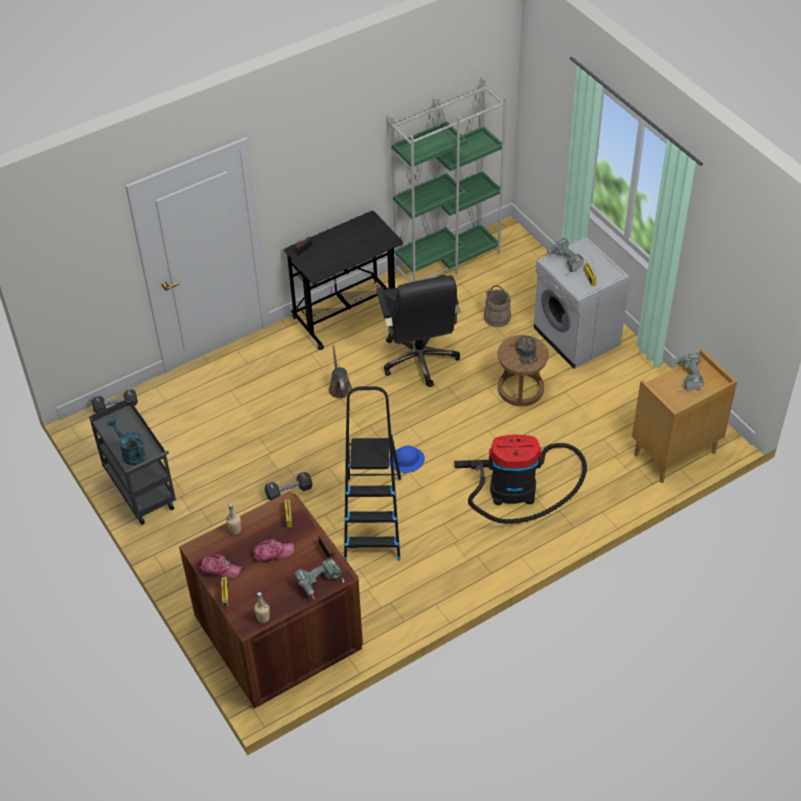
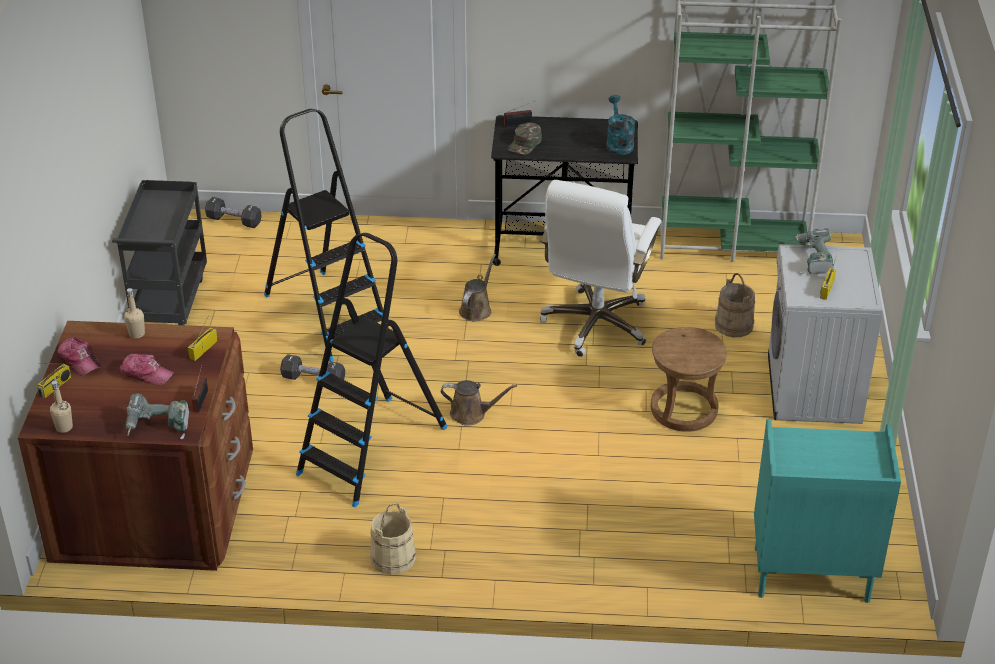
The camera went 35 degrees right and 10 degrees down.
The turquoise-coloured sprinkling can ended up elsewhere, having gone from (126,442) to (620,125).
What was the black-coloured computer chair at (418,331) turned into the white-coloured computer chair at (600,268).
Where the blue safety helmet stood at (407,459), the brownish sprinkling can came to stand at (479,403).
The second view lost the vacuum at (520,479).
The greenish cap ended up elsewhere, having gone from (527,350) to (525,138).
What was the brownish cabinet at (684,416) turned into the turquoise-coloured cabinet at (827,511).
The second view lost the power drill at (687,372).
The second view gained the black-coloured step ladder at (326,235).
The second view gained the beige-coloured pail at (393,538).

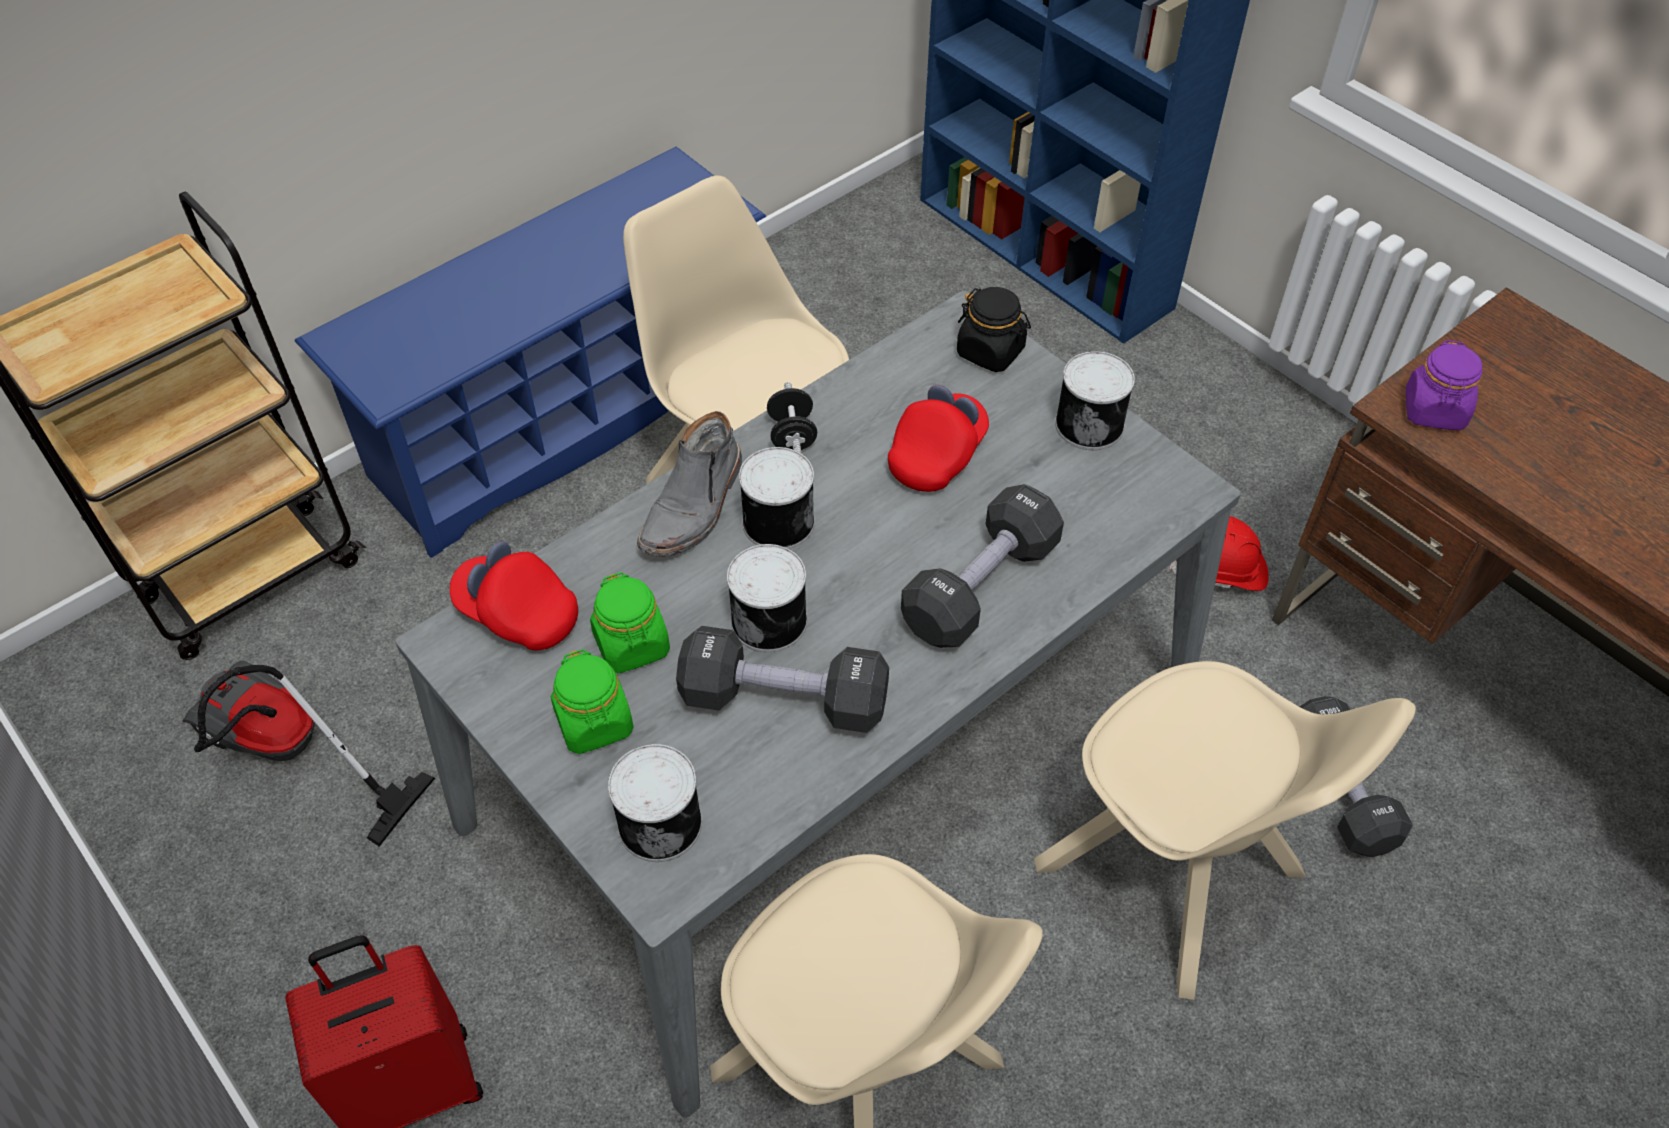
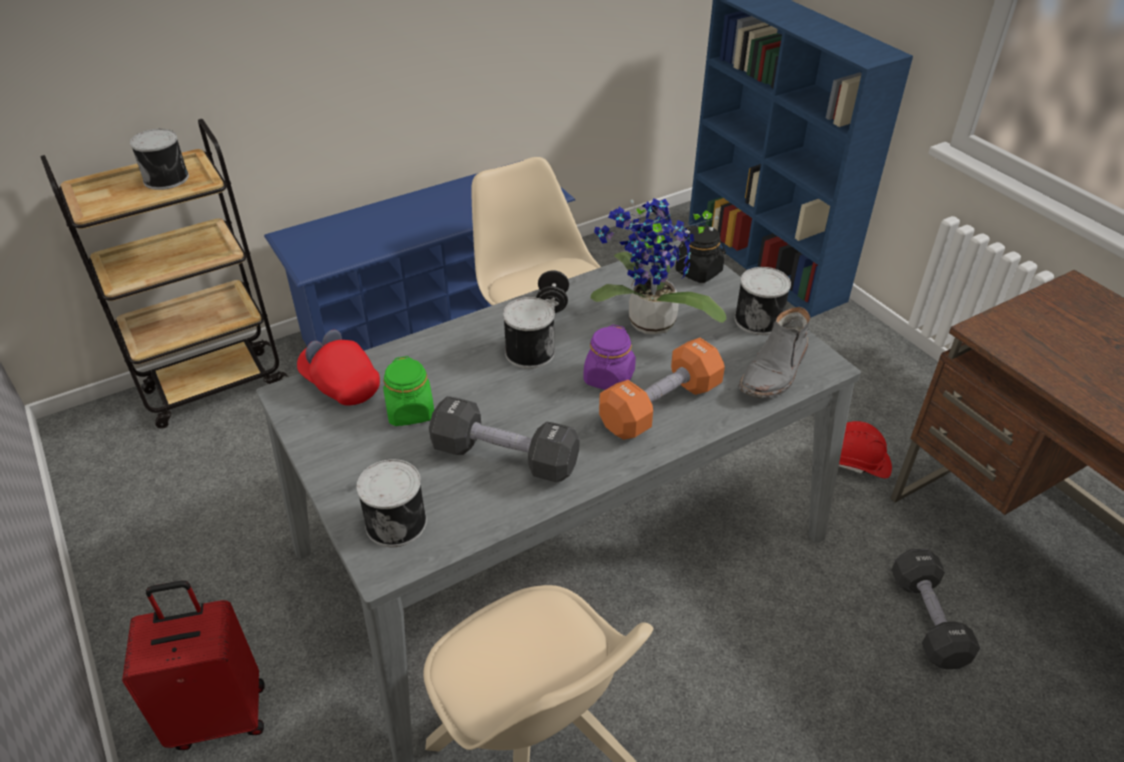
The camera went 10 degrees right and 10 degrees down.
The second view lost the vacuum at (309,754).
The second view lost the greenish storage jar at (592,701).
The grey high-top boot ended up elsewhere, having gone from (689,484) to (774,352).
The can ended up elsewhere, having gone from (767,598) to (159,159).
Where the red cap stood at (938,438), the houseplant came to stand at (658,266).
What was the black-coloured hand weight at (982,566) turned into the orange-coloured hand weight at (662,389).
The second view lost the beige-coloured chair at (1225,830).
The purple storage jar ended up elsewhere, having gone from (1444,385) to (609,357).

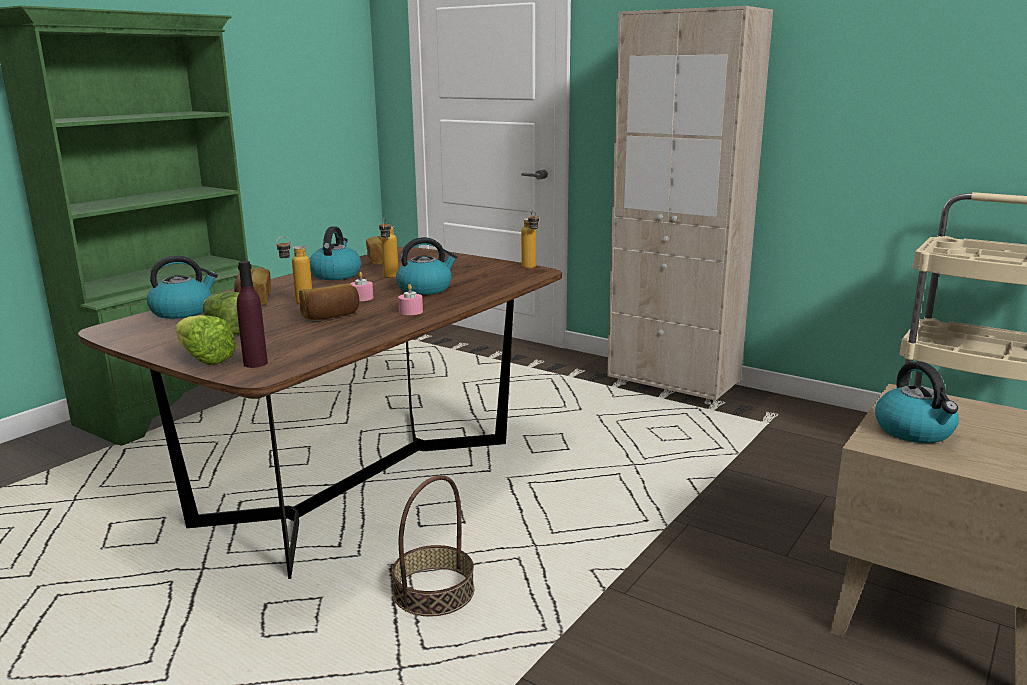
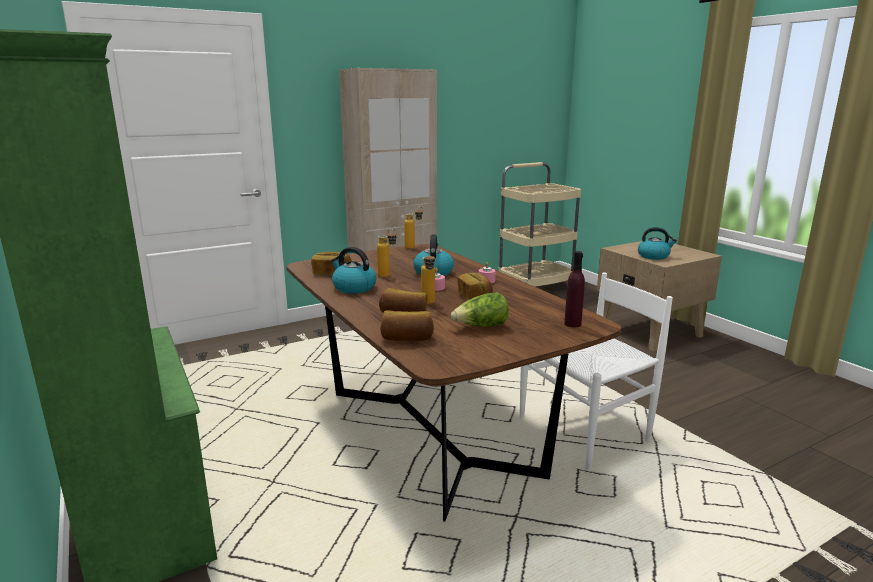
The camera went 65 degrees left and 0 degrees up.
Where the tea kettle stood at (182,287), the bread came to stand at (407,325).
The second view lost the head of lettuce at (205,340).
Where the storage basket stood at (433,546), the white-coloured chair came to stand at (596,371).

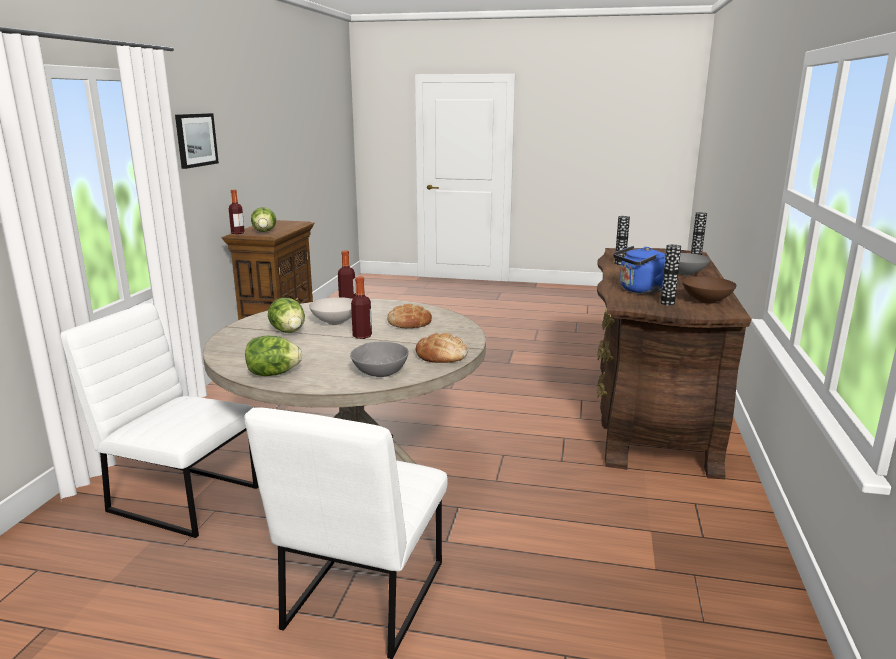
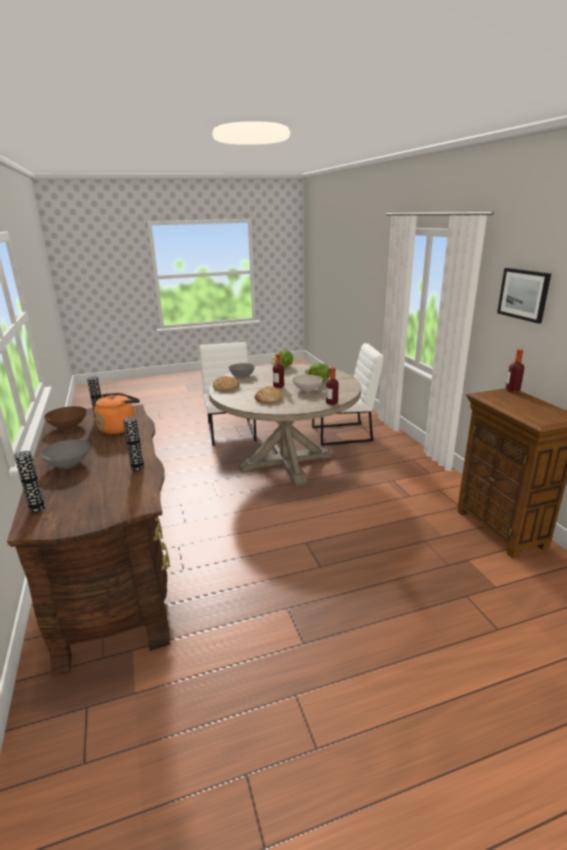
The camera went 150 degrees right and 5 degrees up.
The second view lost the head of lettuce at (263,219).
What was the blue tea kettle at (639,270) turned into the orange-coloured tea kettle at (117,413).

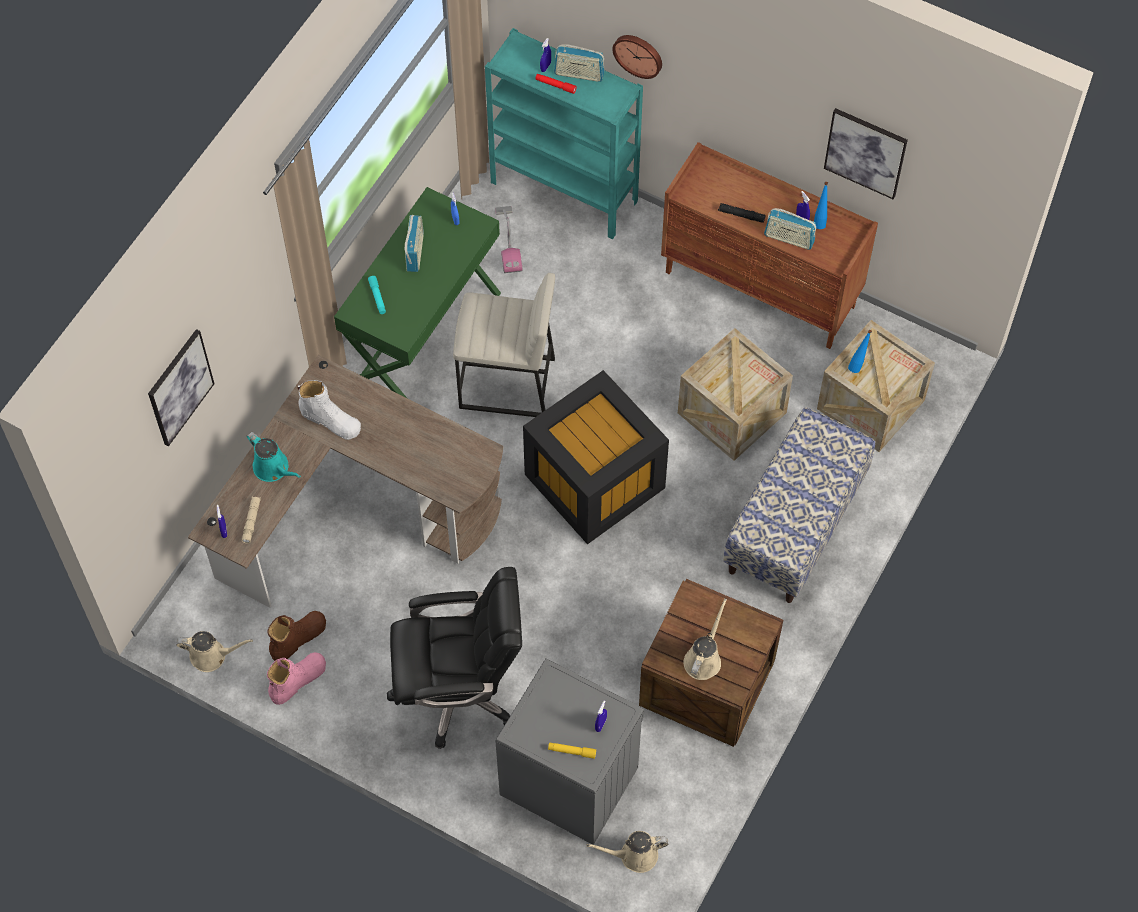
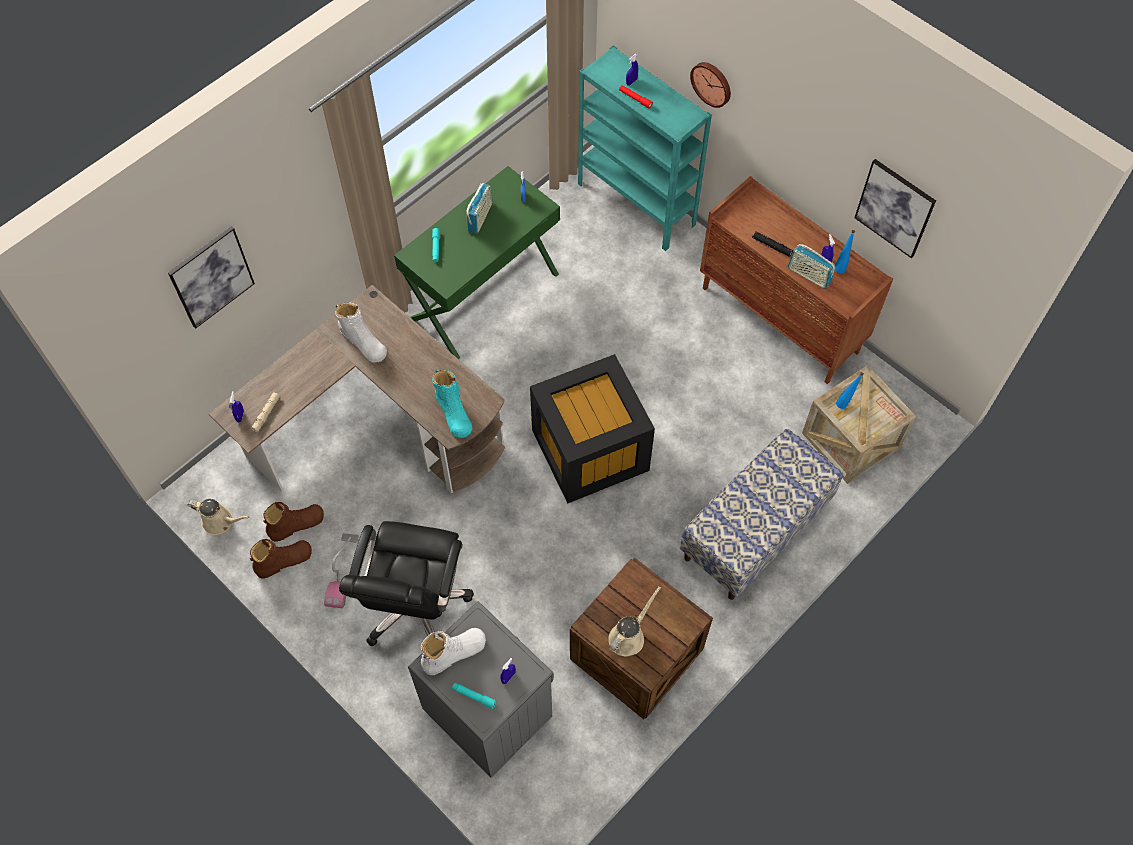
The camera went 15 degrees right and 0 degrees up.
The second view lost the turquoise-coloured sprinkling can at (274,457).
What was the pinkish high-top boot at (296,678) turned into the brownish high-top boot at (281,558).
The black-coloured computer chair at (454,658) ended up facing another way, 90 degrees clockwise from before.
The second view lost the beige-coloured sitting stool at (504,345).
The vacuum ended up elsewhere, having gone from (508,239) to (341,570).
What was the yellowish flashlight at (572,750) turned into the turquoise-coloured flashlight at (474,696).
The second view lost the radio receiver at (579,63).
The second view lost the beige-coloured sprinkling can at (627,852).
The second view lost the packing crate at (735,394).
The second view gained the white-coloured high-top boot at (453,651).
The second view gained the turquoise-coloured high-top boot at (452,404).

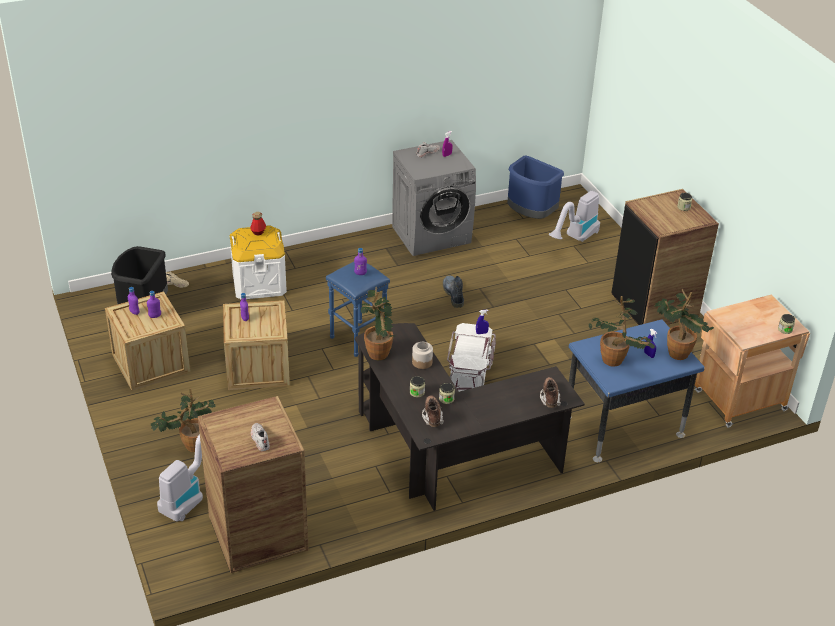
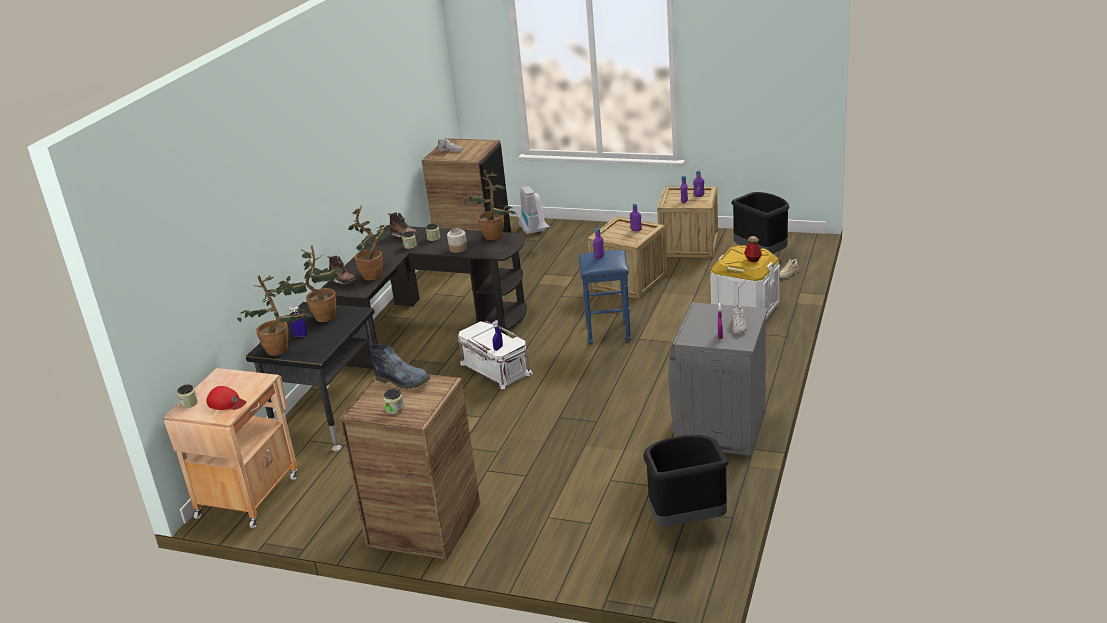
The camera went 135 degrees right and 10 degrees down.
The houseplant ended up elsewhere, having gone from (183,420) to (369,242).
The high-top boot ended up elsewhere, having gone from (453,292) to (401,366).
What was the blue rubbish bin at (535,187) turned into the black-coloured rubbish bin at (686,481).
The second view lost the vacuum at (574,216).
What was the blue desk unit at (637,390) turned into the black-coloured desk unit at (310,376).
The second view gained the red cap at (226,398).

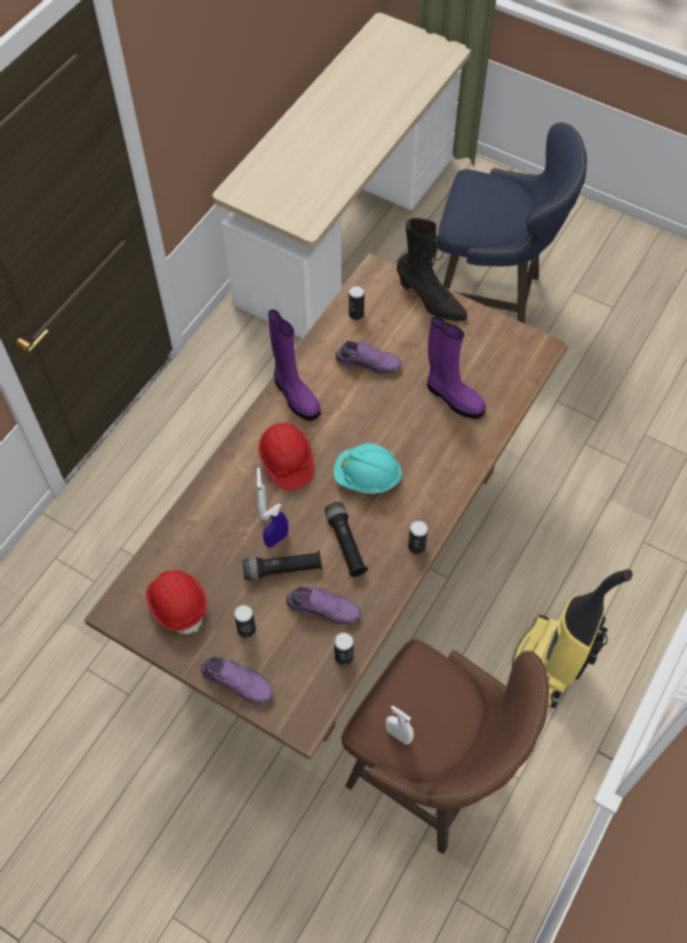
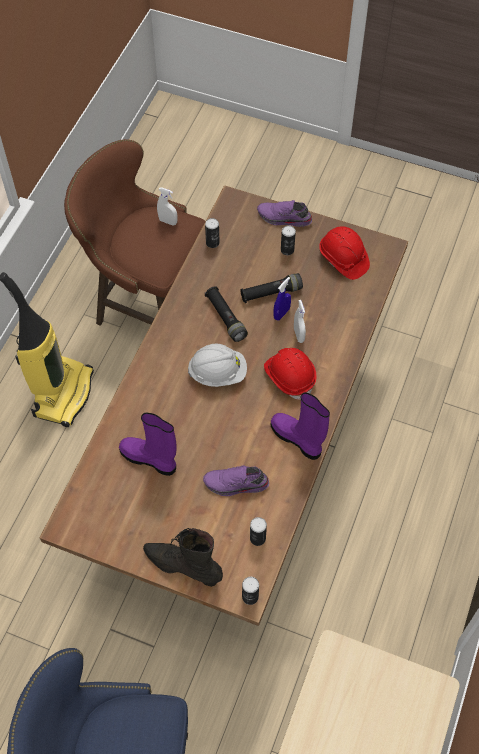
The camera went 170 degrees right and 0 degrees up.
The second view lost the purple low shoe at (323,606).
What was the turquoise-coloured safety helmet at (368,468) turned into the white-coloured safety helmet at (217,365).
The can ended up elsewhere, having gone from (418,537) to (250,591).

